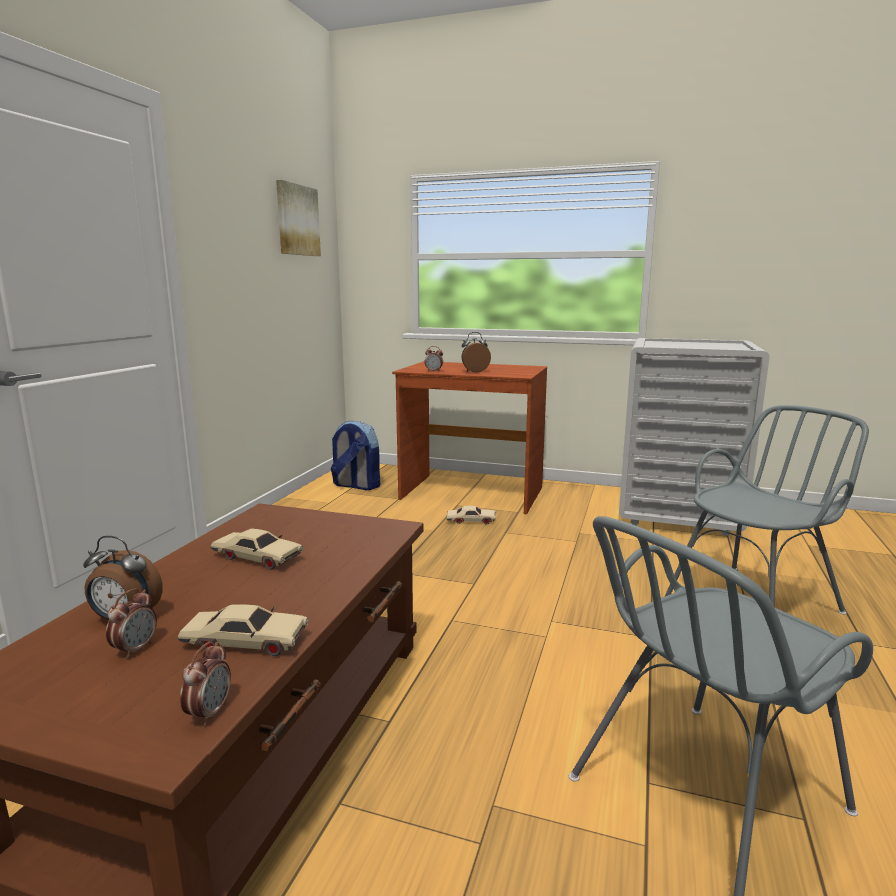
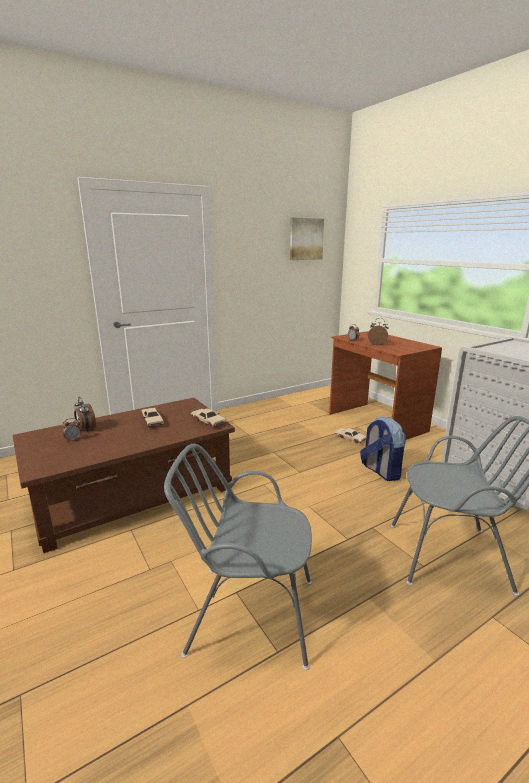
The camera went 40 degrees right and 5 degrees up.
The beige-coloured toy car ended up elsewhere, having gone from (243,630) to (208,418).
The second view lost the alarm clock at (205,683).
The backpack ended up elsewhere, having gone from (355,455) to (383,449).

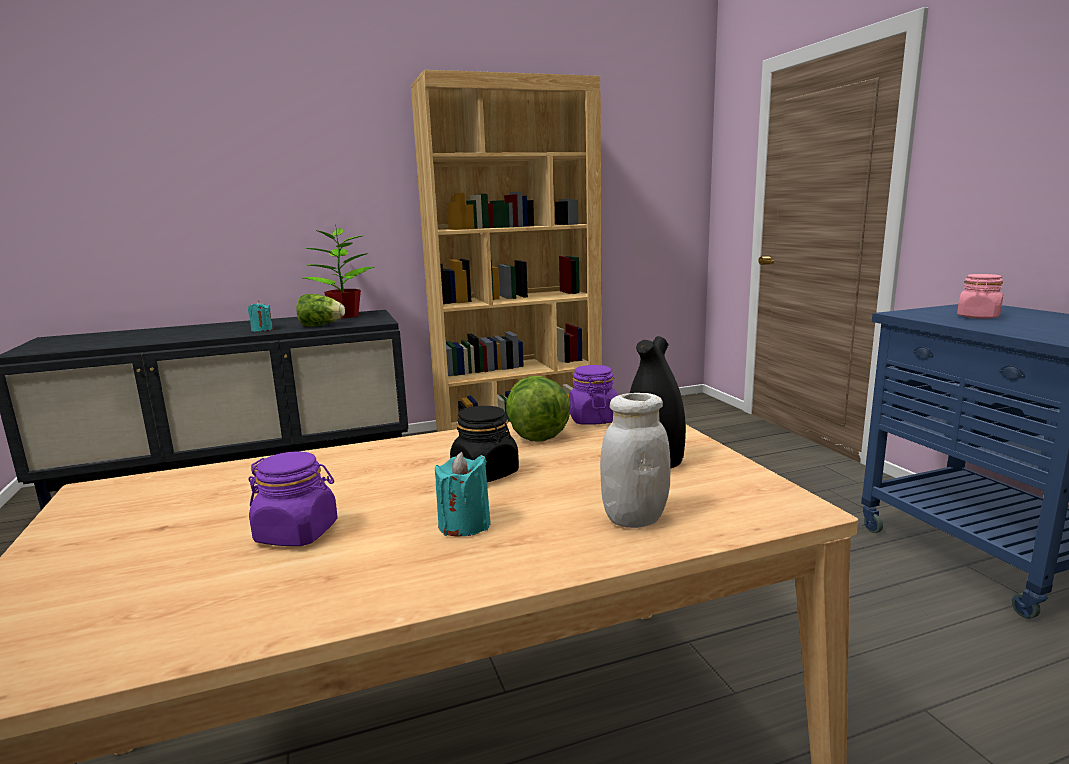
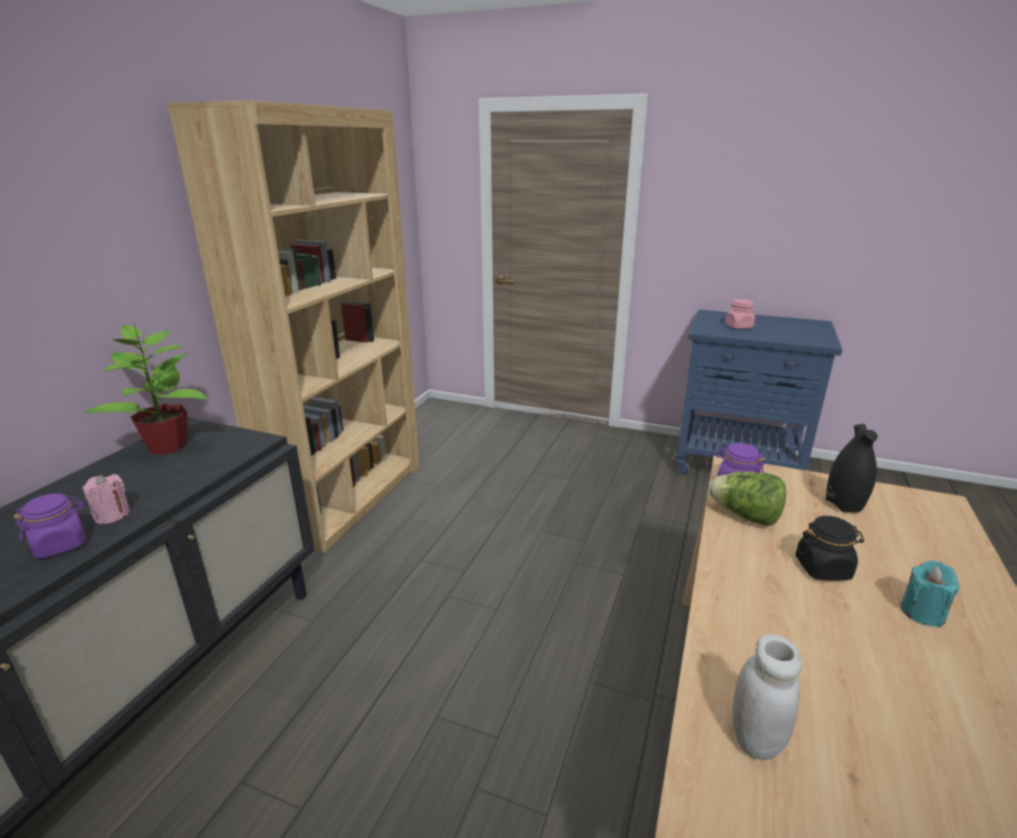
The camera went 50 degrees left and 10 degrees up.
What was the turquoise-coloured candle at (260,316) turned into the pinkish candle at (106,499).
The purple storage jar ended up elsewhere, having gone from (293,498) to (50,526).
The second view lost the head of lettuce at (320,310).
The white-coloured storage jar ended up elsewhere, having gone from (635,460) to (767,697).

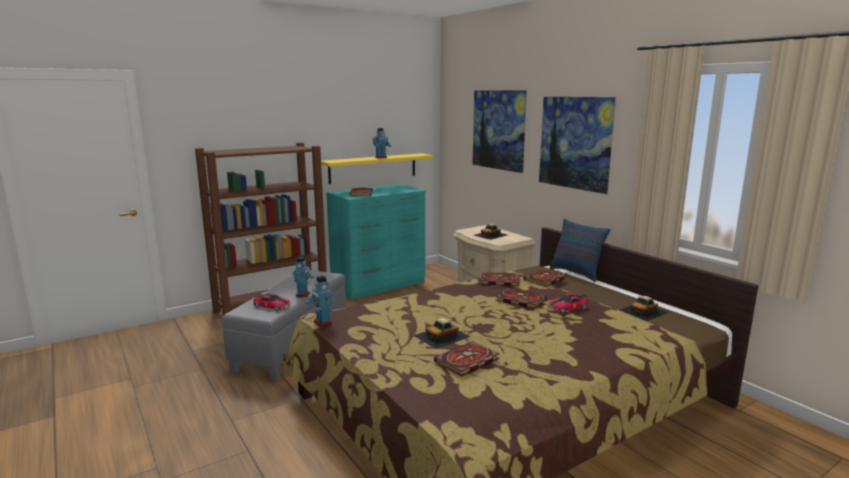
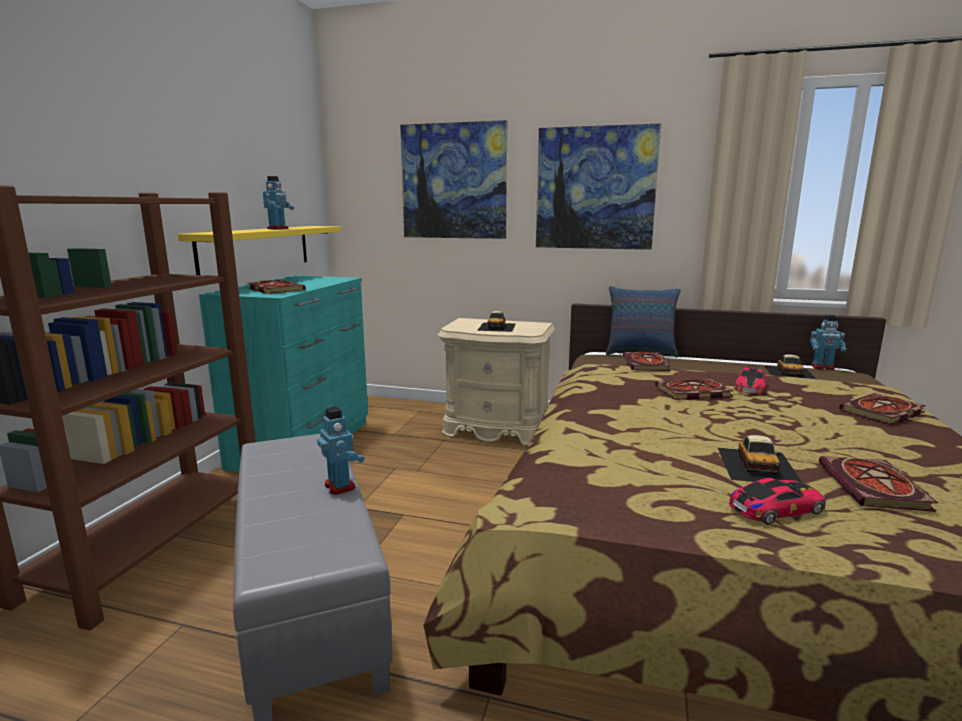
The camera went 40 degrees left and 0 degrees up.
The toy car ended up elsewhere, having gone from (271,302) to (777,501).
The robot figure ended up elsewhere, having gone from (319,301) to (828,342).
The book ended up elsewhere, having gone from (500,279) to (882,409).

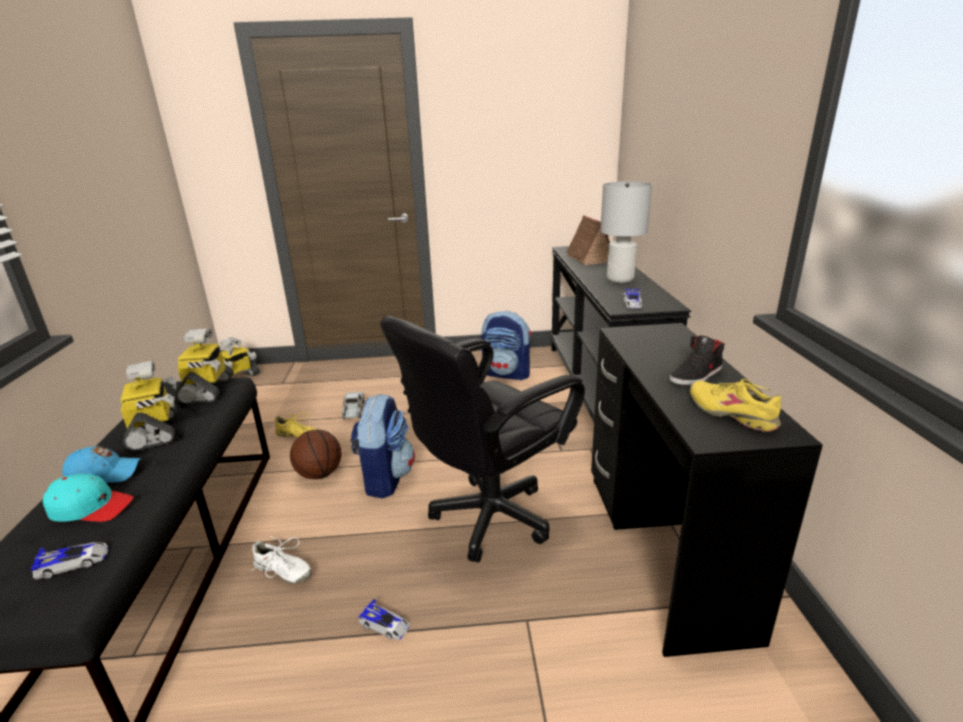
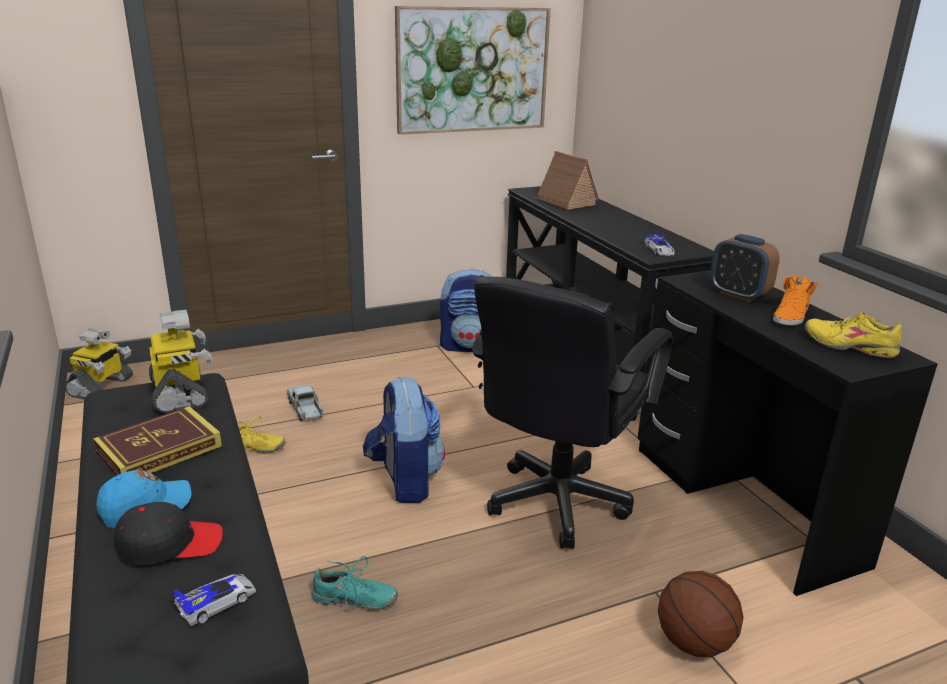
The camera went 20 degrees left and 0 degrees up.
What was the turquoise-coloured cap at (88,498) turned into the black-coloured cap at (168,533).
Where the robot figure stood at (148,406), the book came to stand at (157,441).
What was the white-coloured low shoe at (281,560) turned into the turquoise-coloured low shoe at (355,583).
The basketball ball ended up elsewhere, having gone from (315,454) to (700,614).
The second view lost the toy car at (383,619).
The second view lost the grey table lamp at (626,232).
What was the black-coloured low shoe at (697,360) turned into the orange-coloured low shoe at (795,301).
The second view gained the wall picture at (473,70).
The second view gained the alarm clock at (745,268).

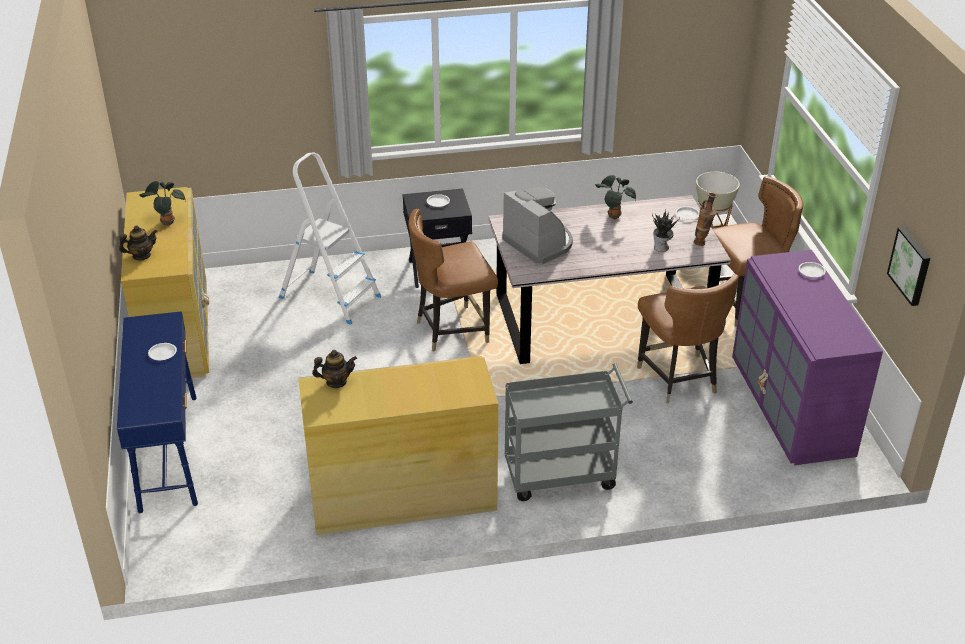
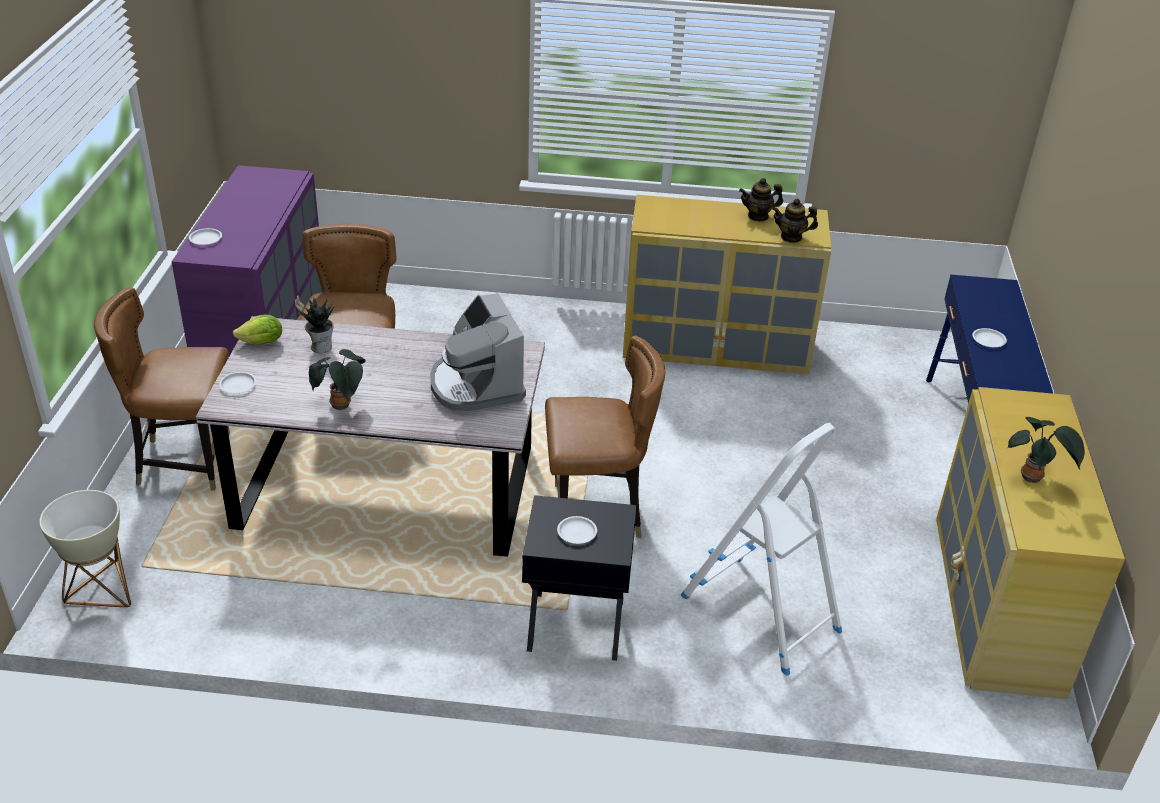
The camera went 165 degrees left and 0 degrees up.
The teapot ended up elsewhere, having gone from (138,242) to (761,199).
The second view lost the grey wheeled cart at (569,432).
Where the vase stood at (705,219), the head of lettuce came to stand at (257,330).
The second view lost the wall picture at (908,266).

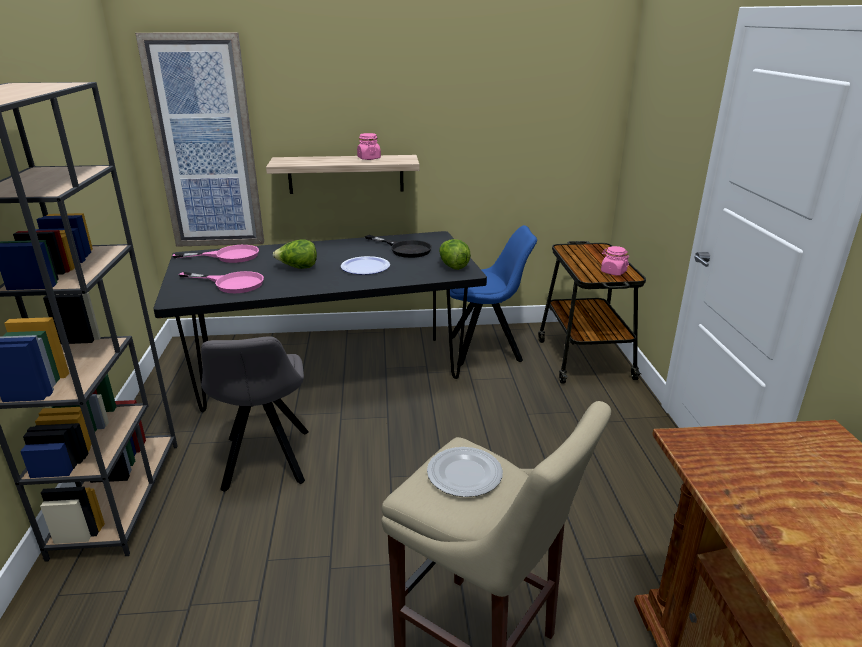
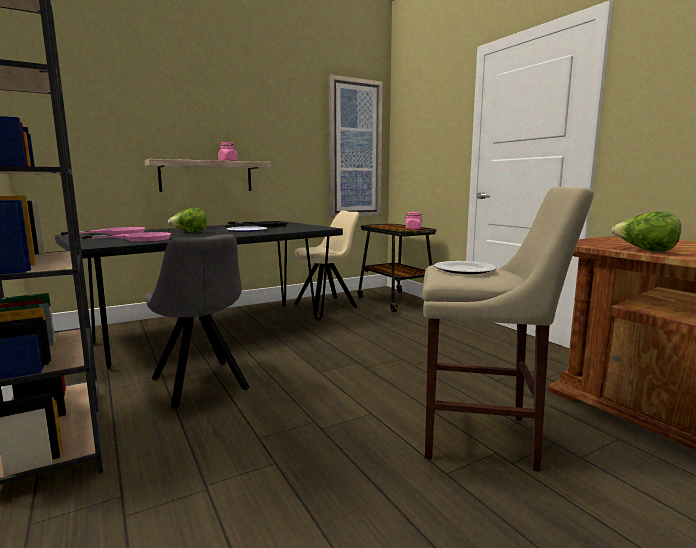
The camera went 25 degrees left and 15 degrees down.
The wall picture ended up elsewhere, having gone from (199,139) to (355,146).
The head of lettuce ended up elsewhere, having gone from (455,254) to (646,231).
What was the blue chair at (493,295) turned into the beige-coloured chair at (326,263).

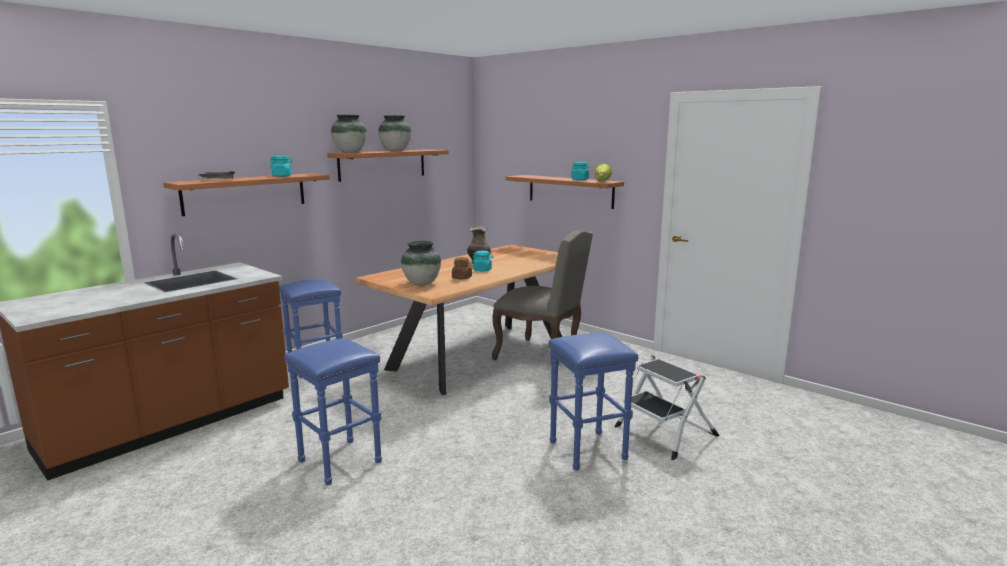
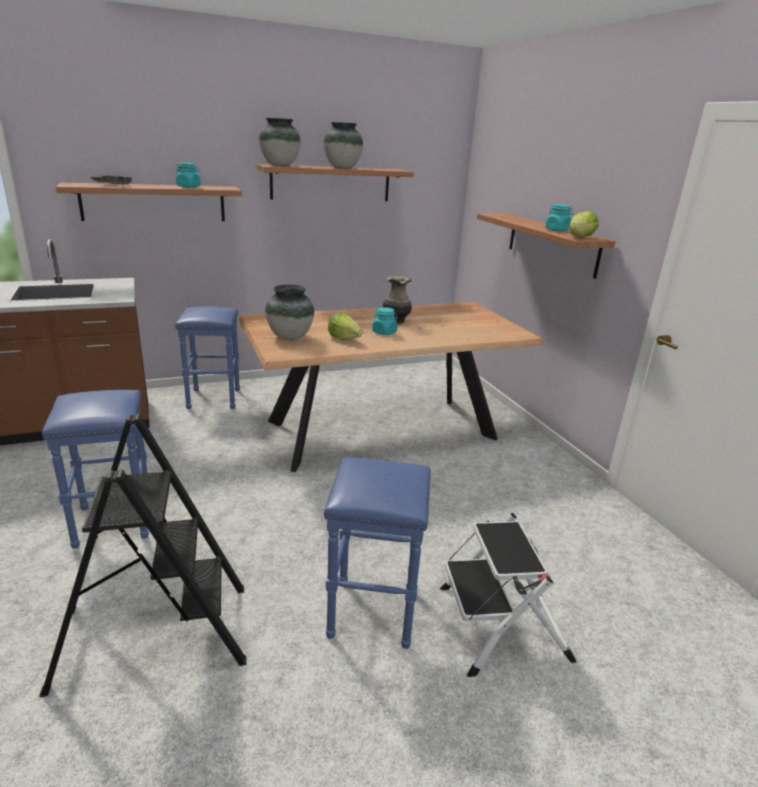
The camera went 25 degrees right and 10 degrees up.
Where the brownish storage jar stood at (462,268), the head of lettuce came to stand at (345,326).
The second view lost the grey chair at (542,297).
The second view gained the black-coloured step ladder at (143,555).

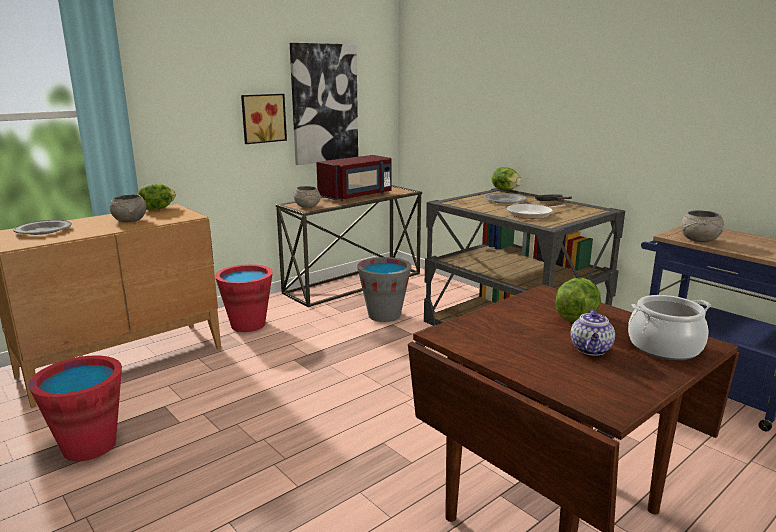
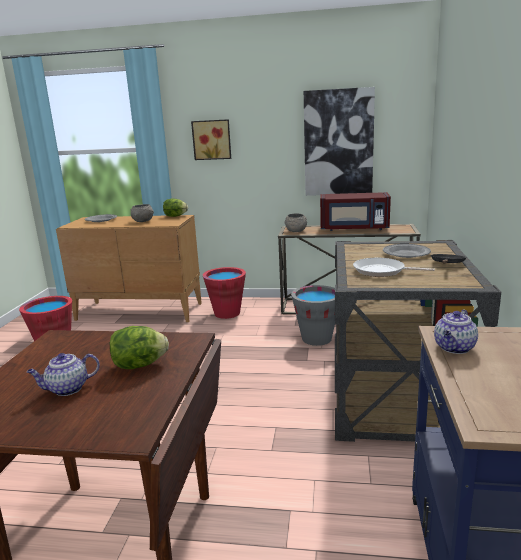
The camera went 50 degrees right and 0 degrees up.
The wall picture ended up elsewhere, having gone from (264,119) to (211,139).
The second view lost the head of lettuce at (507,178).
The second view lost the cooking pot at (669,327).
Where the grey deep dish stood at (702,226), the teapot came to stand at (456,332).

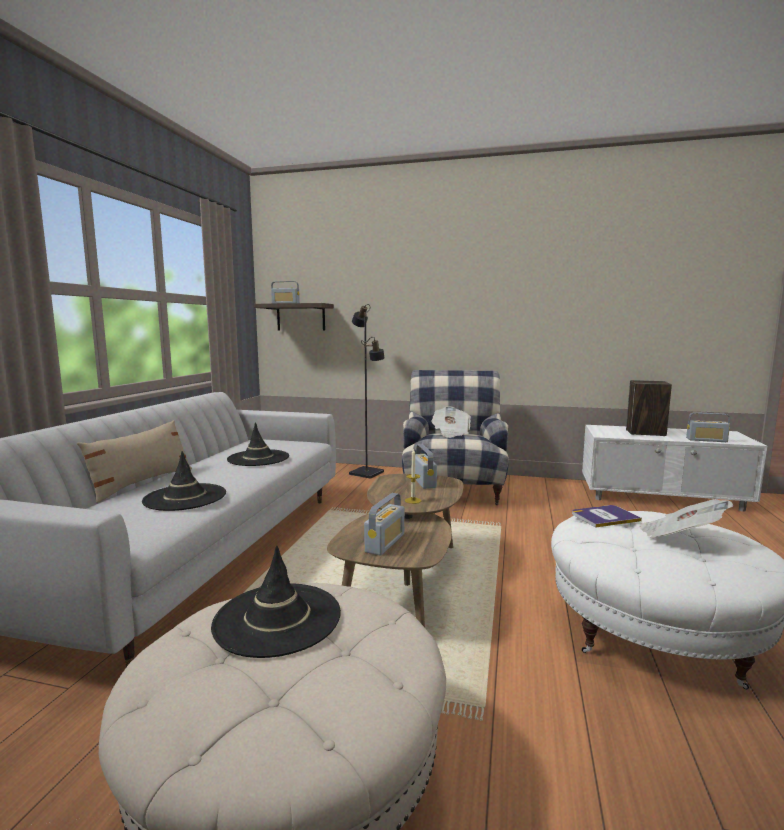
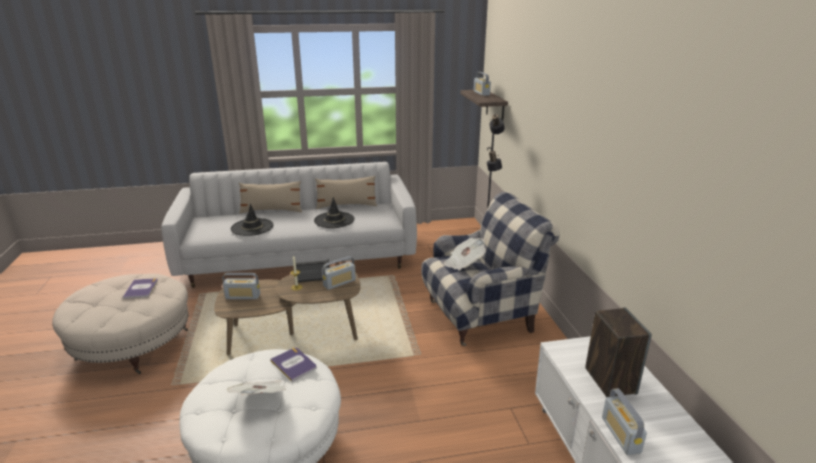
The camera went 65 degrees right and 15 degrees up.
Where the black-coloured wearable hat stood at (276,601), the book came to stand at (140,288).
The second view gained the radio receiver at (313,271).
The second view gained the beige-coloured throw pillow at (346,192).

